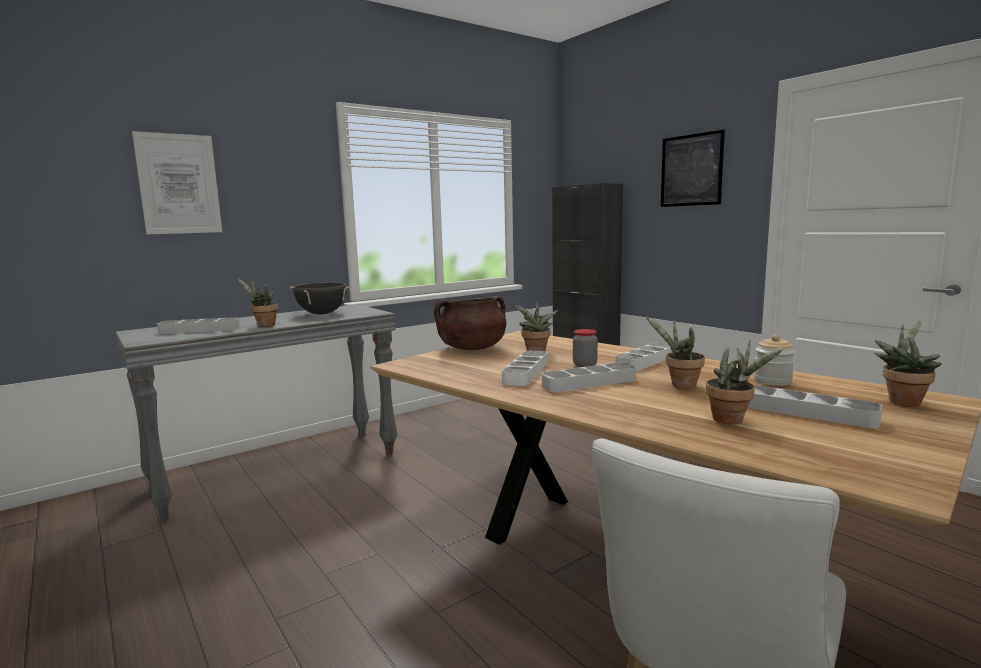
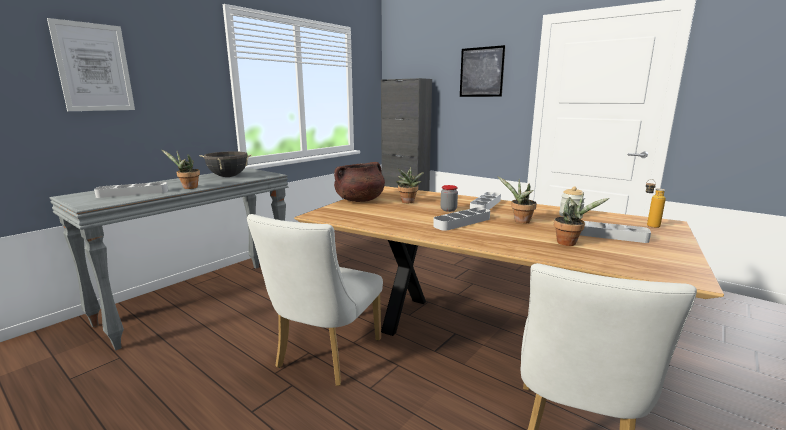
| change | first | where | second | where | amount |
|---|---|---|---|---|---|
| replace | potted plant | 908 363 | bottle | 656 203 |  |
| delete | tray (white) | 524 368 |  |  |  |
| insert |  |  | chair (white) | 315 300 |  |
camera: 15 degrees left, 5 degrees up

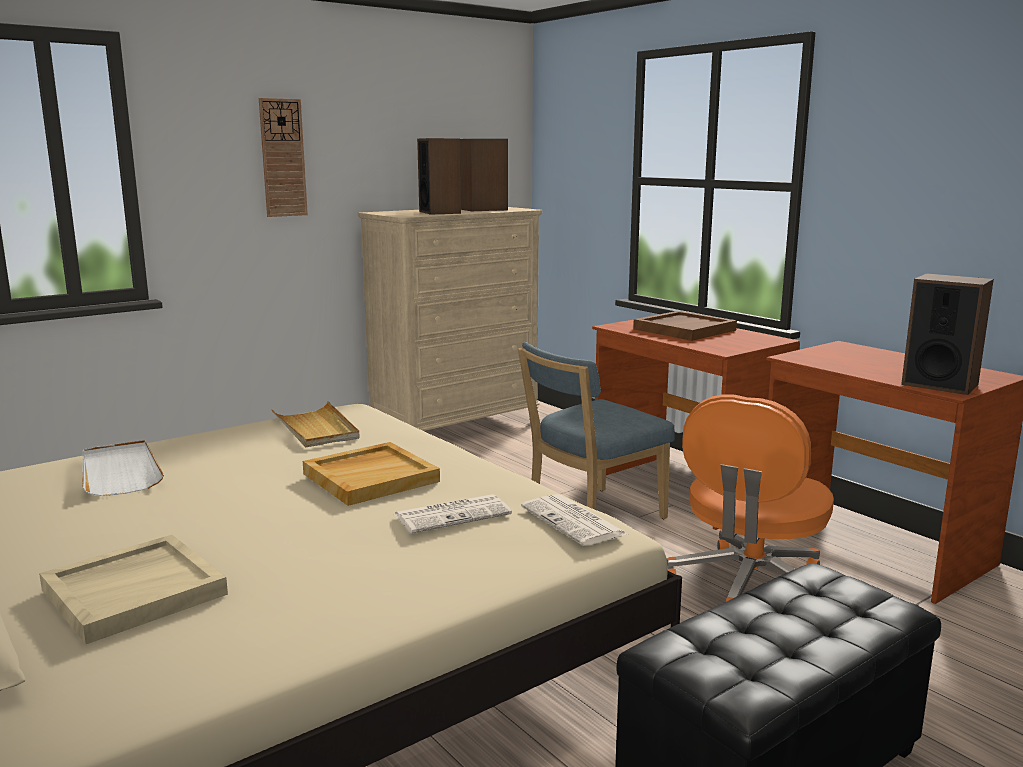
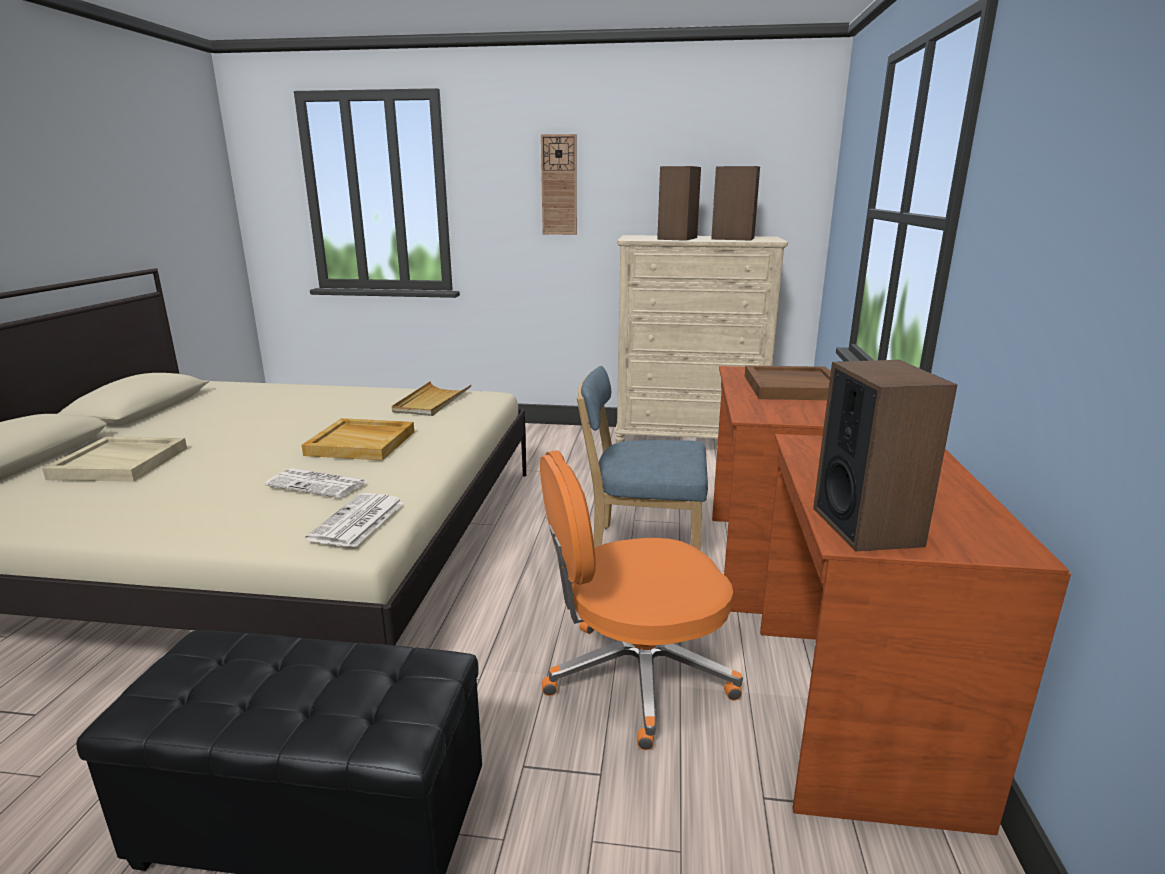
| change | first | where | second | where | amount |
|---|---|---|---|---|---|
| delete | tray (white) | 123 468 |  |  |  |
camera: 45 degrees right, 5 degrees up

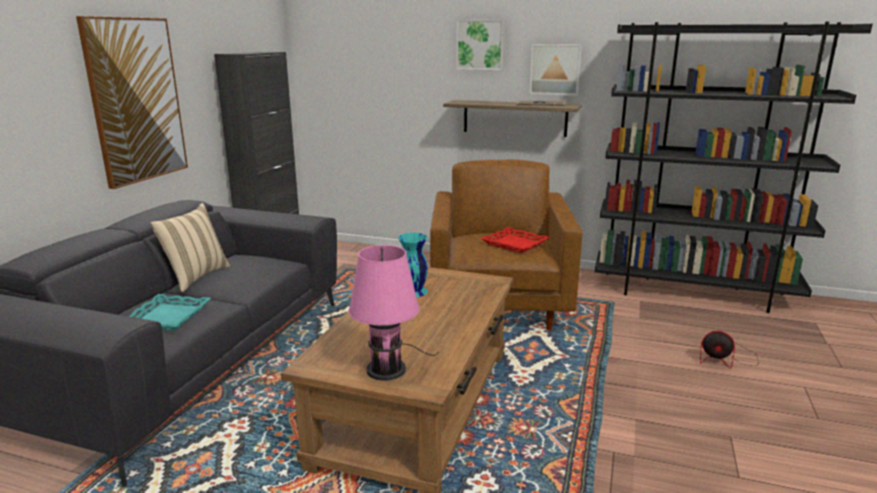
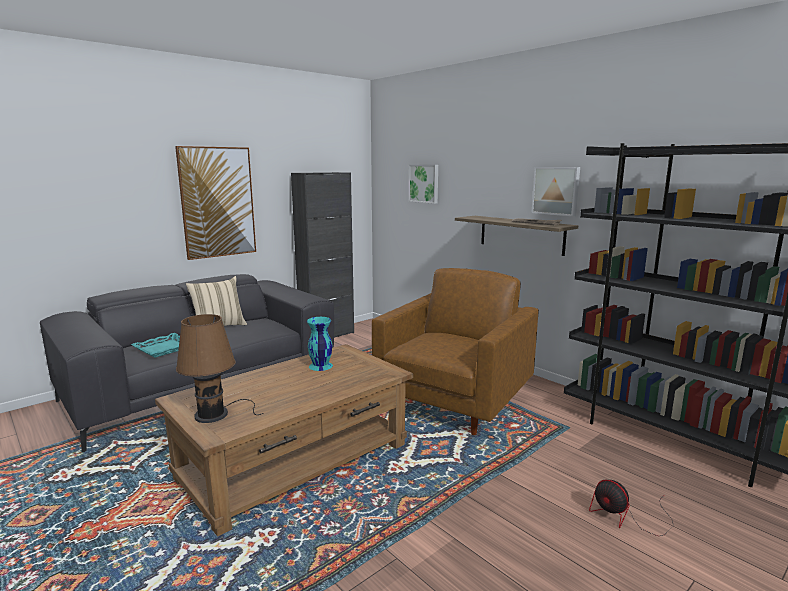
| change | first | where | second | where | amount |
|---|---|---|---|---|---|
| move | picture | 480 45 |  | 423 184 |  |
| delete | tray (red) | 515 240 |  |  |  |
| recolor | table lamp (pink) | 394 313 | table lamp (brown) | 220 368 |  |
camera: 30 degrees right, 5 degrees down

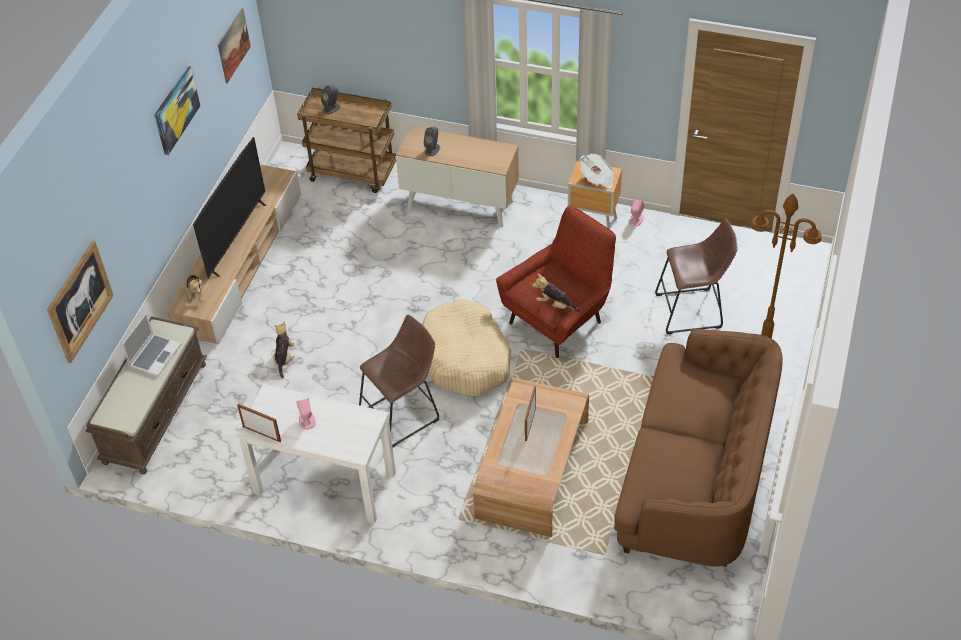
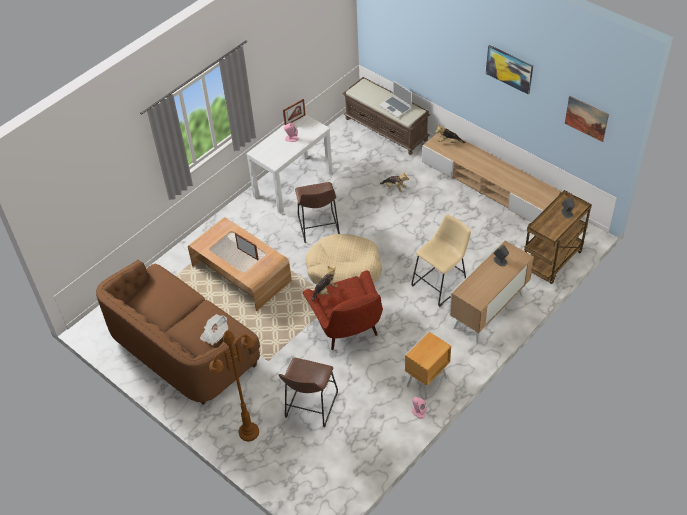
| change | first | where | second | where | amount |
|---|---|---|---|---|---|
| delete | television | 229 208 |  |  |  |
| move | newspaper | 597 171 |  | 214 330 |  |
| delete | picture | 80 302 |  |  |  |
| insert |  |  | stool (beige) | 441 260 |  |
camera: 115 degrees right, 0 degrees up

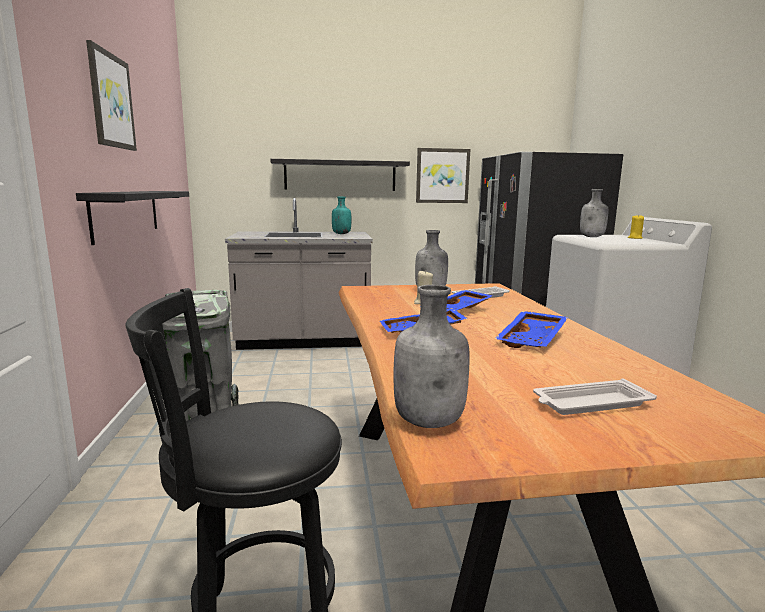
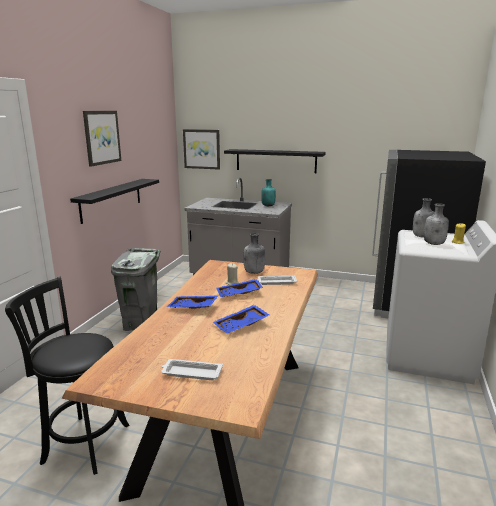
| change | first | where | second | where | amount |
|---|---|---|---|---|---|
| move | picture | 443 175 |  | 201 149 |  |
| move | bottle (grey) | 431 356 |  | 436 224 |  |
camera: 25 degrees right, 5 degrees up

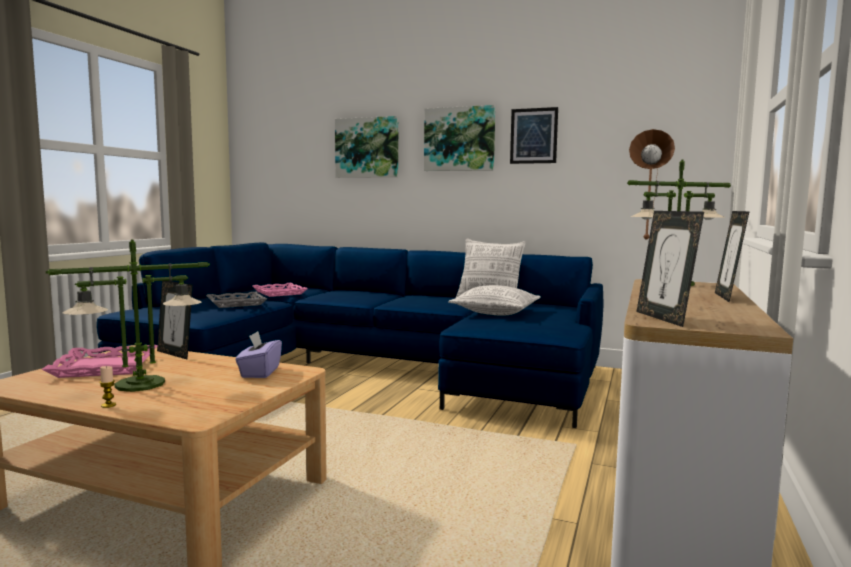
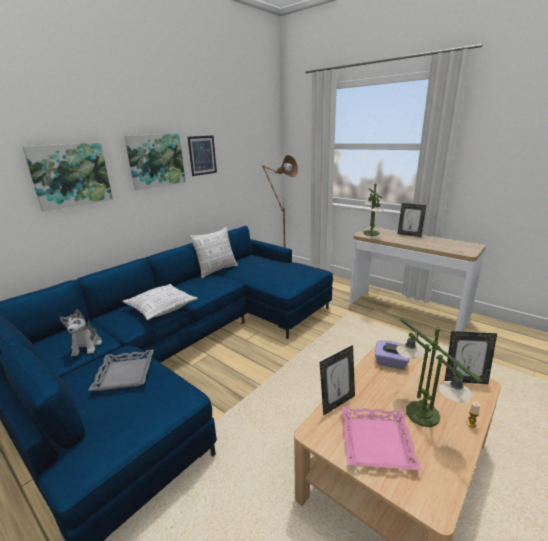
| change | first | where | second | where | amount |
|---|---|---|---|---|---|
| move | picture frame | 670 269 |  | 471 357 |  |
| replace | tray (pink) | 280 290 | plush toy | 80 333 |  |
| move | pillow | 495 300 |  | 160 302 |  |
camera: 70 degrees left, 15 degrees up

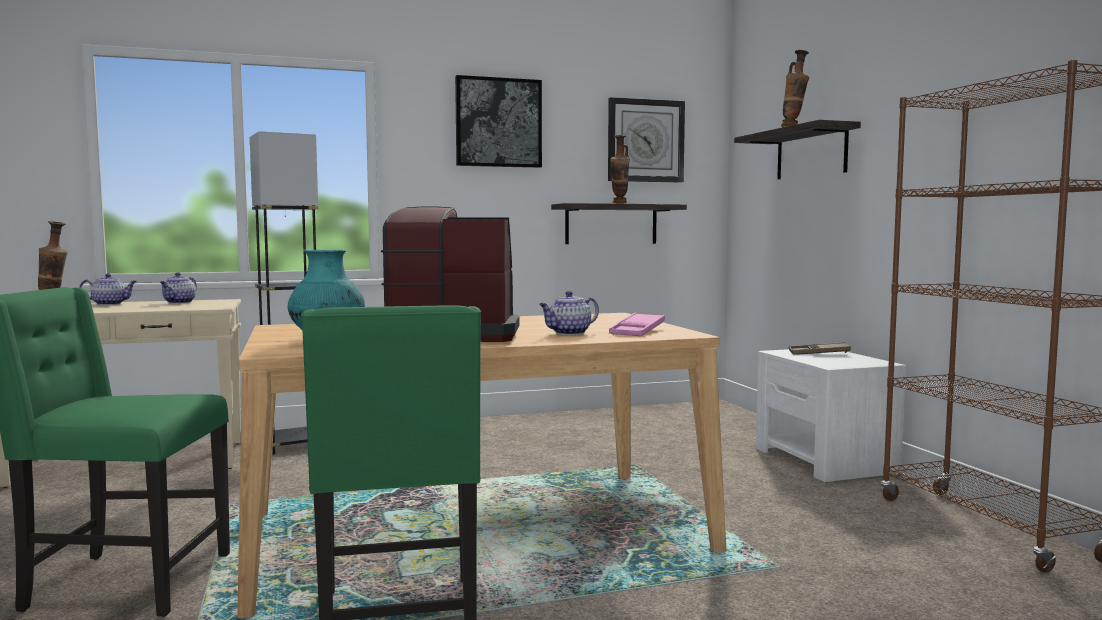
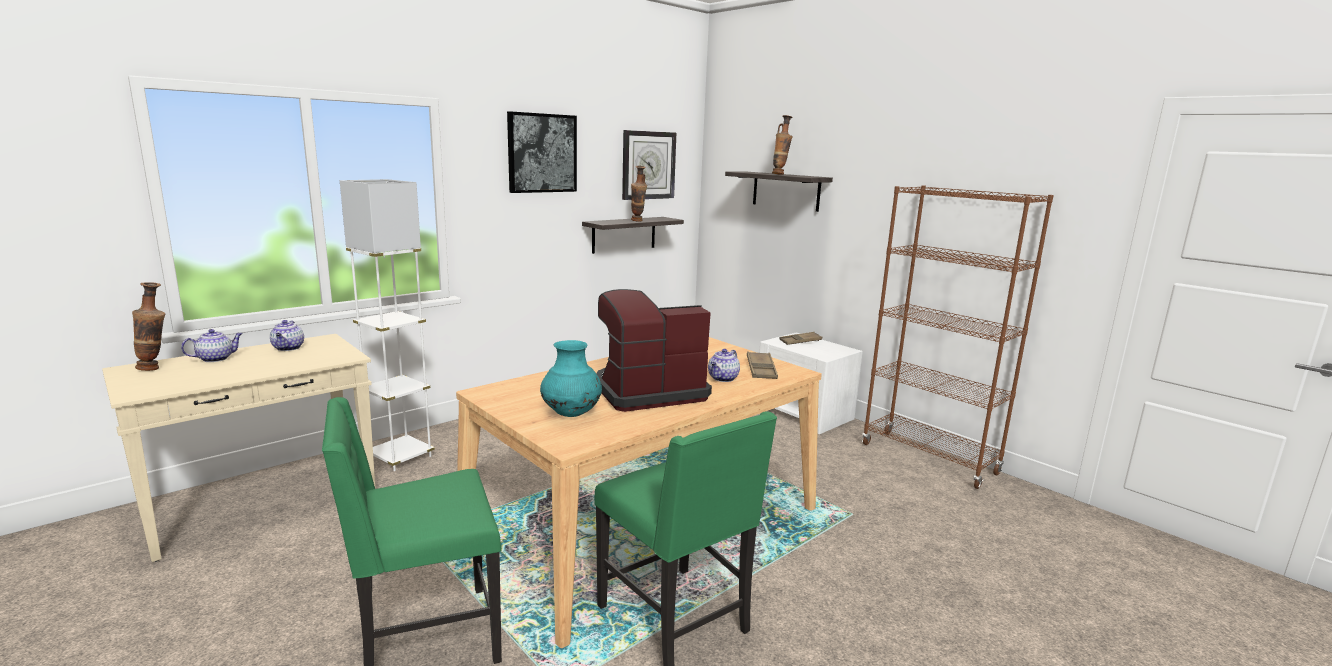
| change | first | where | second | where | amount |
|---|---|---|---|---|---|
| recolor | floor lamp (black) | 284 293 | floor lamp (white) | 387 325 |  |
| recolor | tray (pink) | 637 324 | tray (brown) | 762 365 |  |
camera: 25 degrees left, 10 degrees up

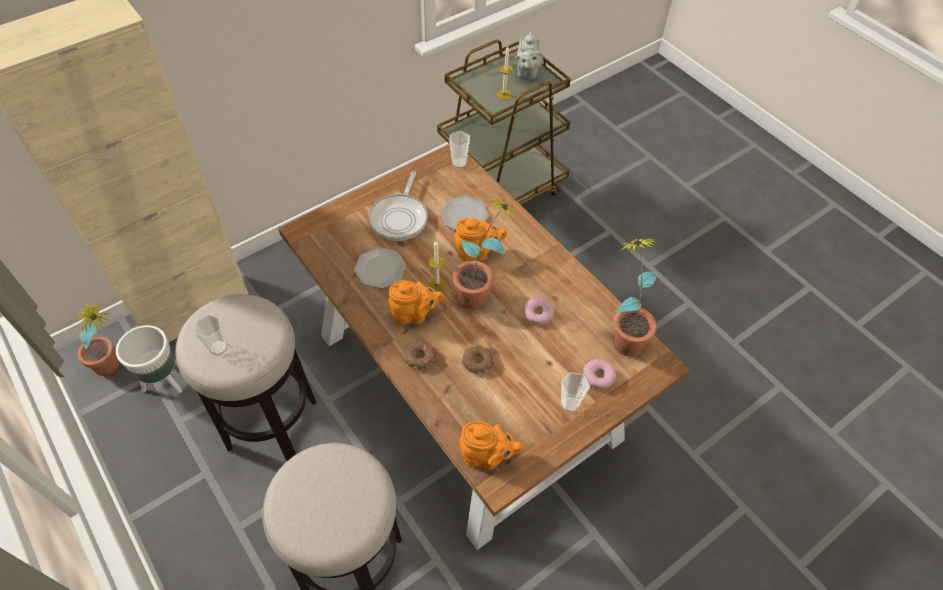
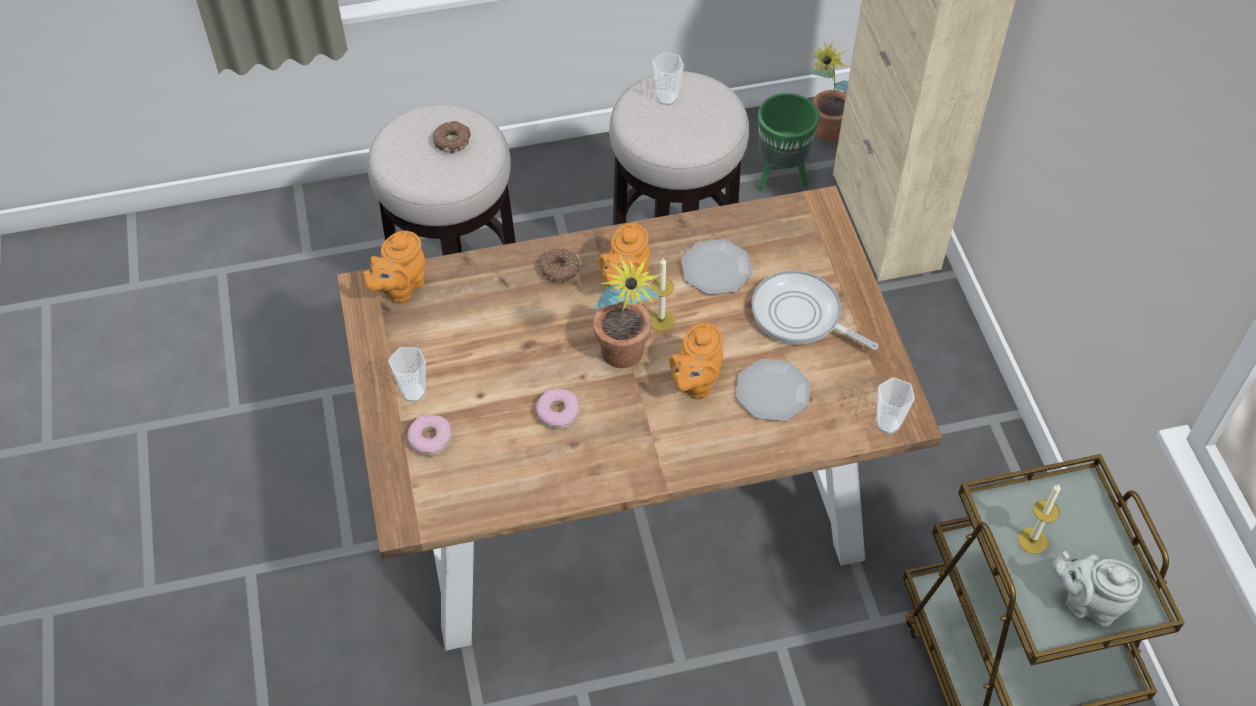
| change | first | where | second | where | amount |
|---|---|---|---|---|---|
| delete | potted plant | 636 297 |  |  |  |
| recolor | planter (white) | 149 359 | planter (green) | 788 142 |  |
| move | donut | 478 359 |  | 452 137 |  |
camera: 115 degrees right, 0 degrees up

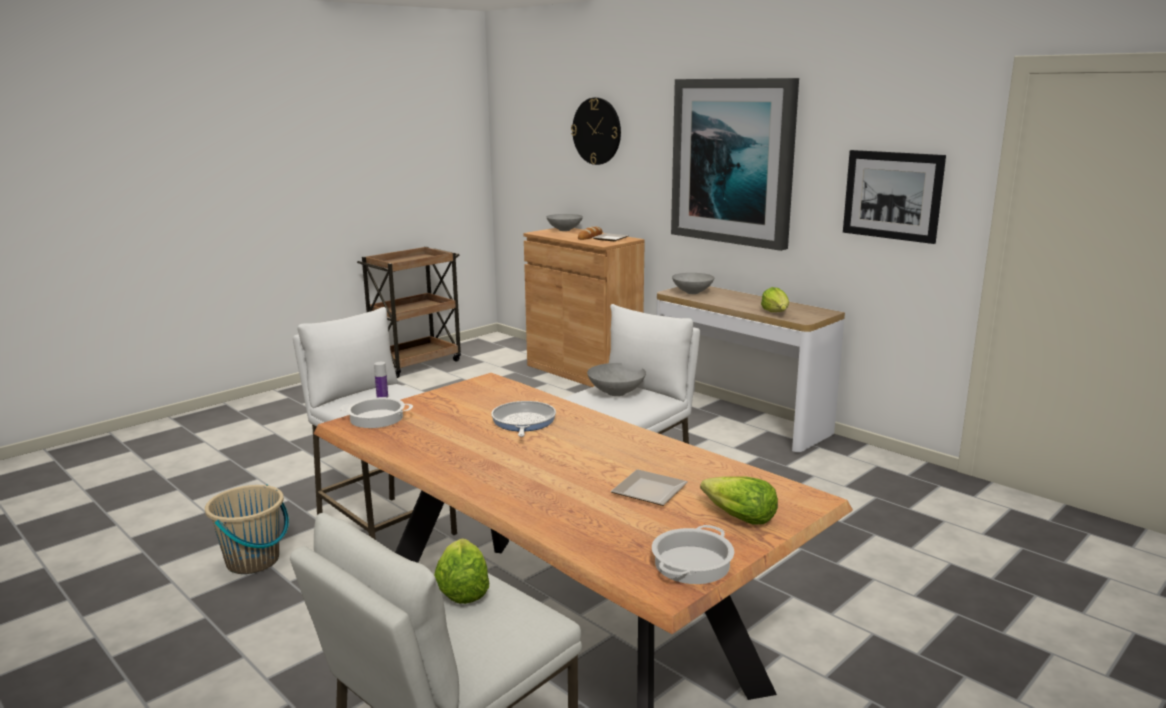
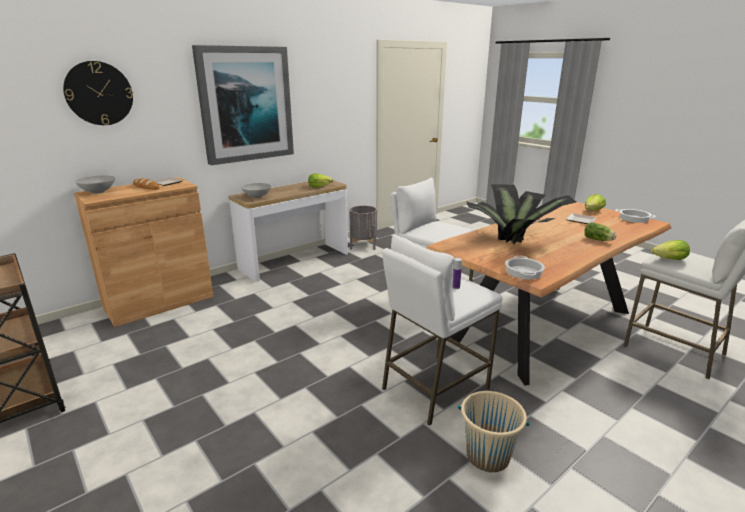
| change | first | where | second | where | amount |
|---|---|---|---|---|---|
| delete | picture | 894 197 |  |  |  |
| delete | bowl (grey) | 616 379 |  |  |  |
| replace | frying pan | 523 419 | potted plant | 521 214 |  |
| insert |  |  | planter (grey) | 363 227 |  |
| insert |  |  | lettuce | 600 231 |  |
camera: 85 degrees left, 5 degrees up

